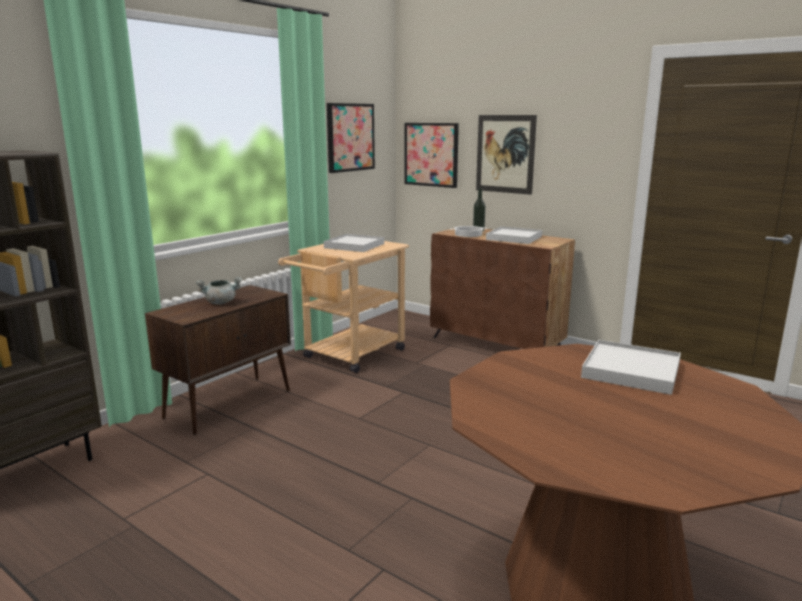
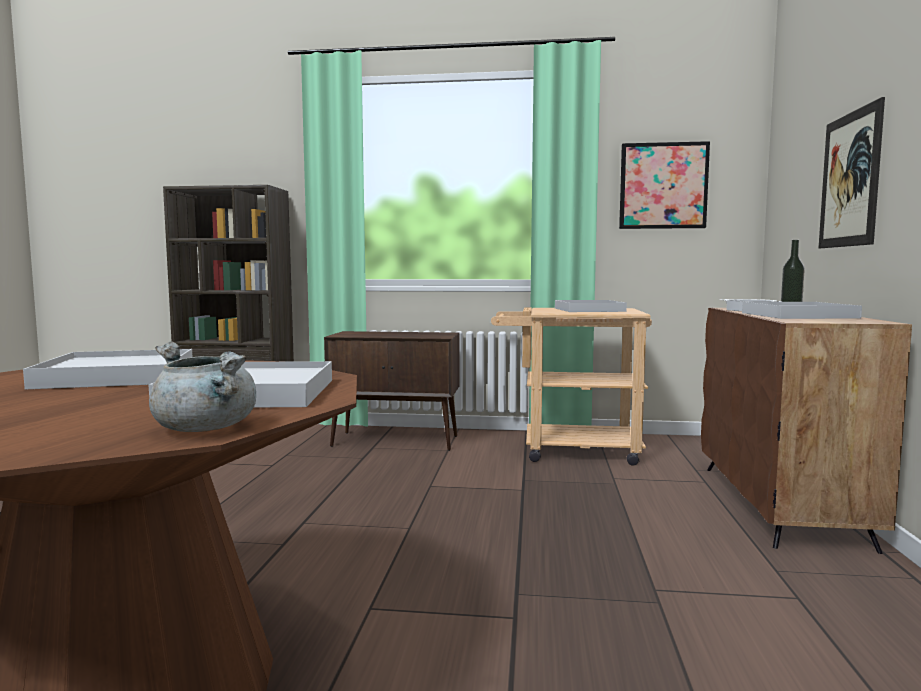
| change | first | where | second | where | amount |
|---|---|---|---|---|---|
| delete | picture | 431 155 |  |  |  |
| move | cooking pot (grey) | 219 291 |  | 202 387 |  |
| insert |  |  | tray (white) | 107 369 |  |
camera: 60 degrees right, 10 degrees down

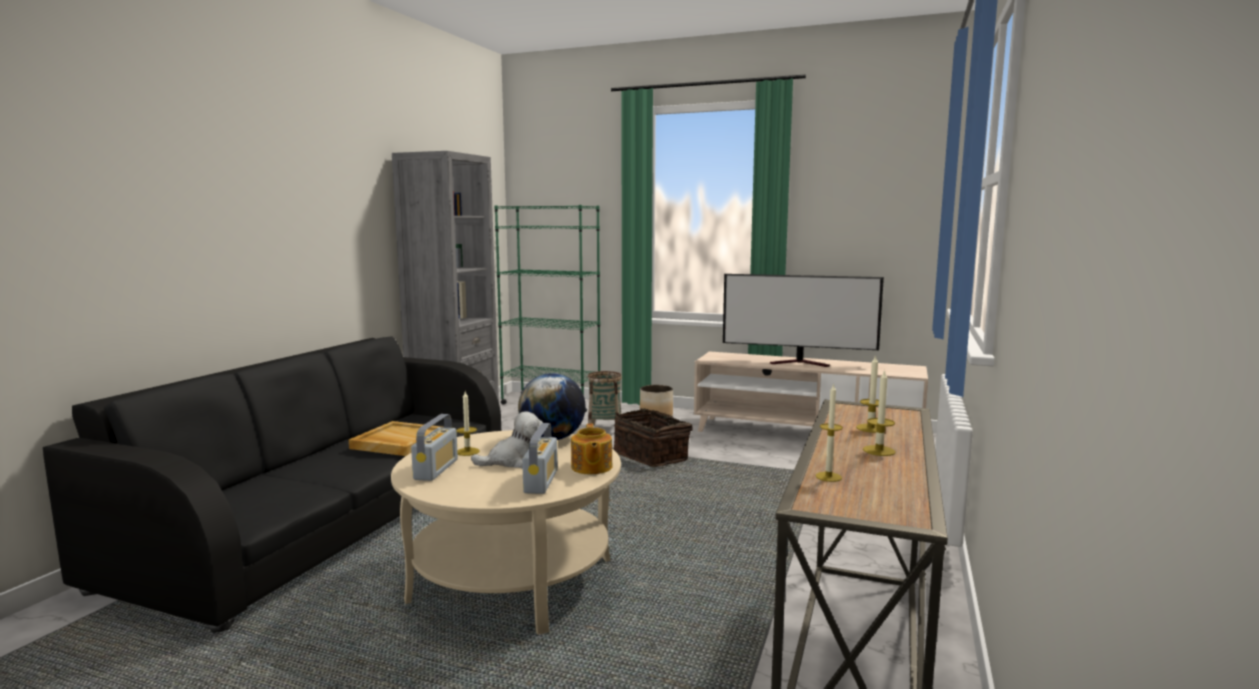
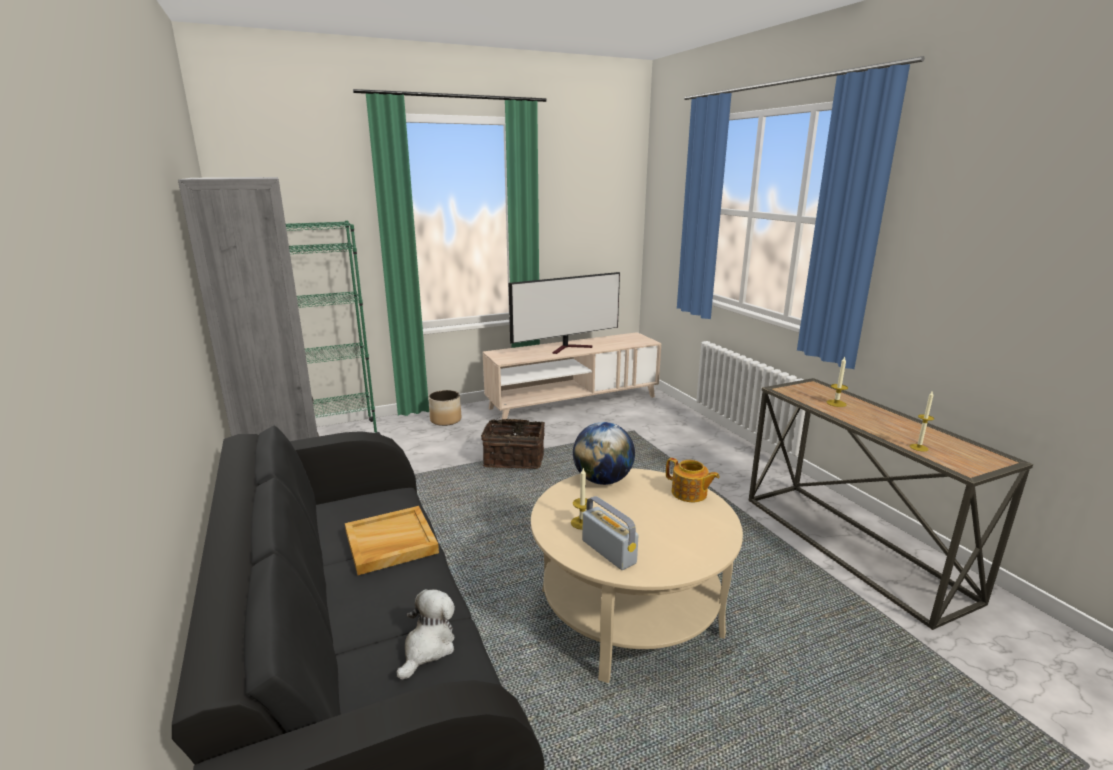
| change | first | where | second | where | amount |
|---|---|---|---|---|---|
| delete | candle | 879 412 |  |  |  |
| delete | basket | 605 398 |  |  |  |
| move | plush toy | 507 440 |  | 426 634 |  |
| delete | radio | 540 458 |  |  |  |
camera: 45 degrees left, 10 degrees up

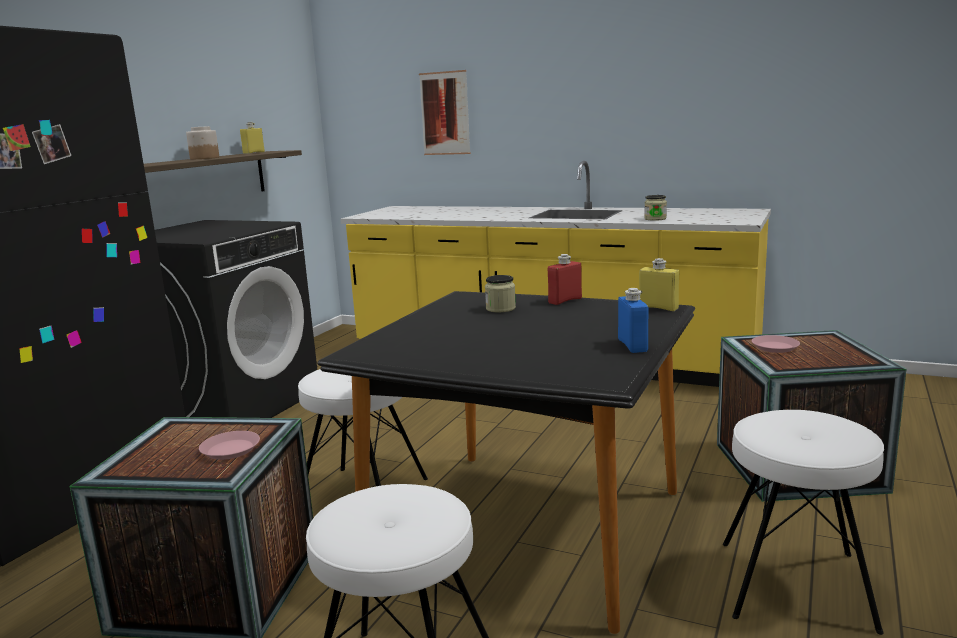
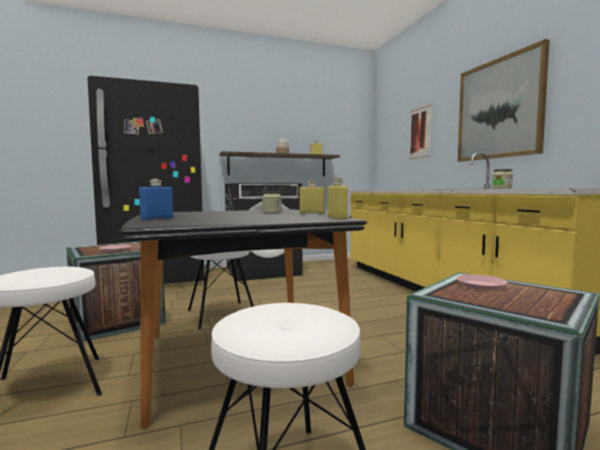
| change | first | where | second | where | amount |
|---|---|---|---|---|---|
| recolor | bottle (red) | 565 279 | bottle (yellow) | 312 197 |  |
| move | bottle (blue) | 633 320 |  | 156 199 |  |
| insert |  |  | picture | 504 100 |  |
camera: 45 degrees right, 10 degrees down

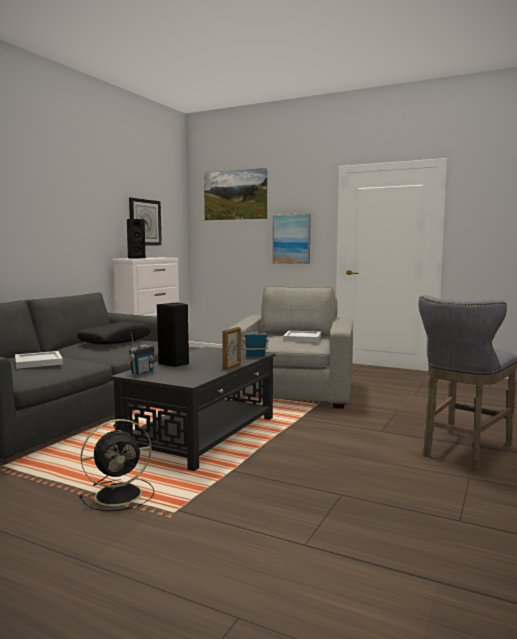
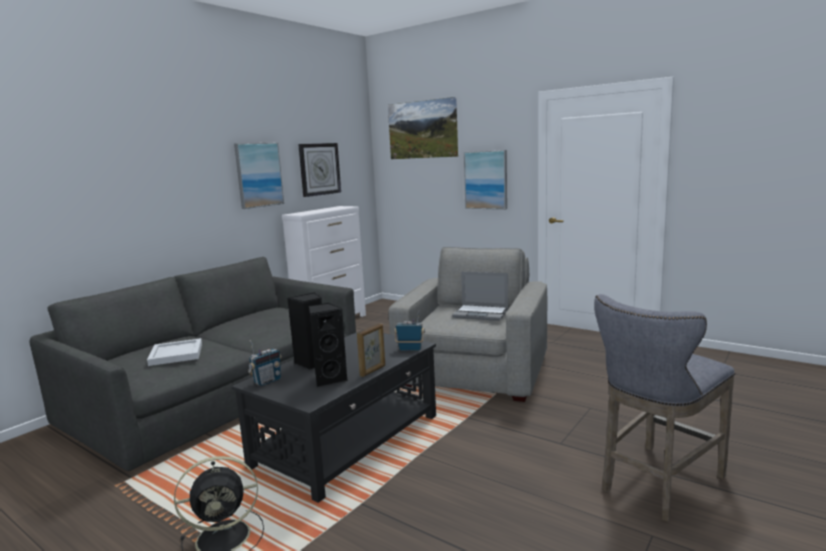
| change | first | where | second | where | amount |
|---|---|---|---|---|---|
| move | speaker (black) | 136 238 |  | 328 345 |  |
| delete | pillow (black) | 114 333 |  |  |  |
| replace | tray (white) | 302 336 | laptop | 480 296 |  |
| insert |  |  | picture | 259 176 |  |
camera: 10 degrees right, 5 degrees up

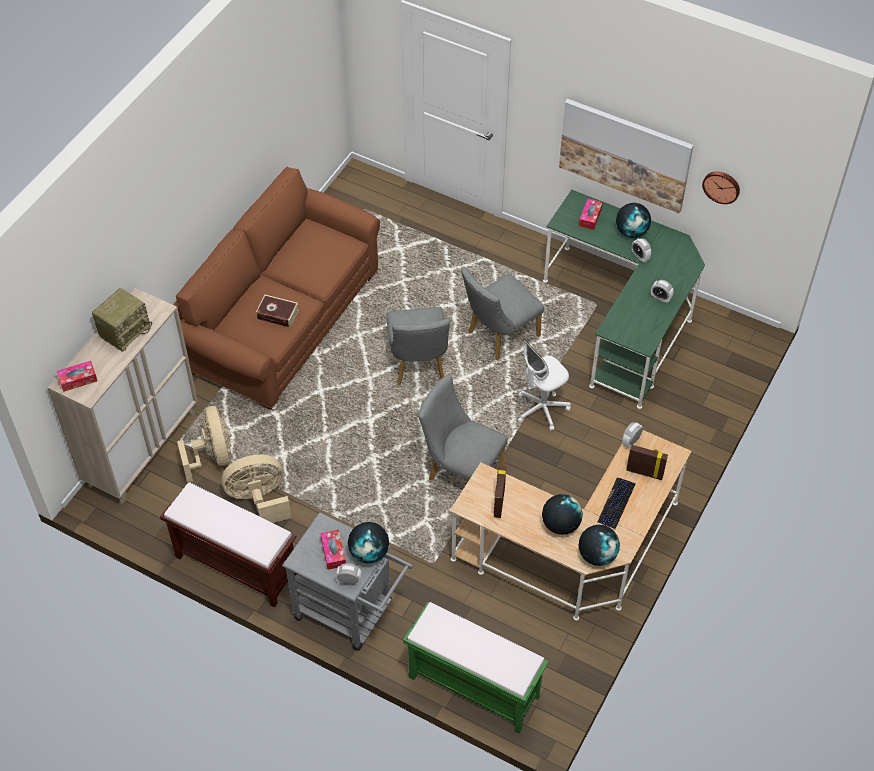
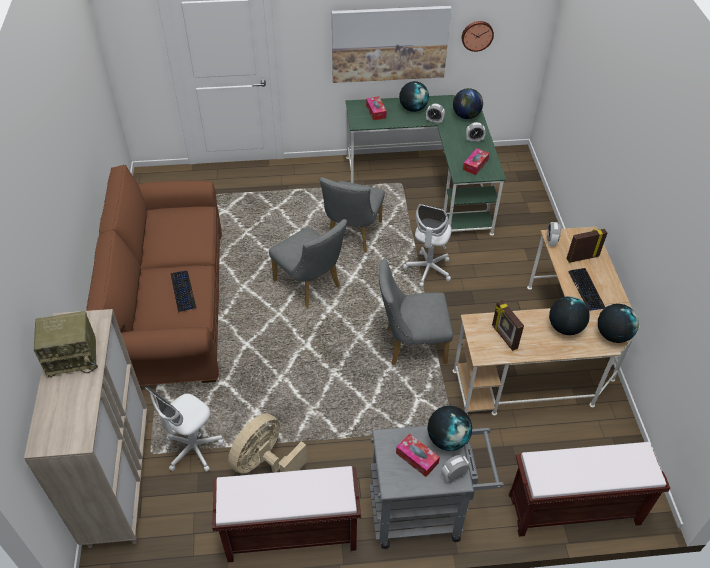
| change | first | where | second | where | amount |
|---|---|---|---|---|---|
| rotate | radio | 122 320 |  | 66 344 | 75 degrees clockwise |
| replace | book | 277 311 | keyboard | 183 291 |  |
| move | tissue box | 77 376 |  | 476 161 |  |
| replace | fan (beige) | 204 444 | office chair (white) | 185 429 |  |
| recolor | bench (green) | 476 667 | bench (brown) | 589 489 |  |
| insert |  |  | globe | 468 103 |  |
camera: 35 degrees left, 5 degrees down

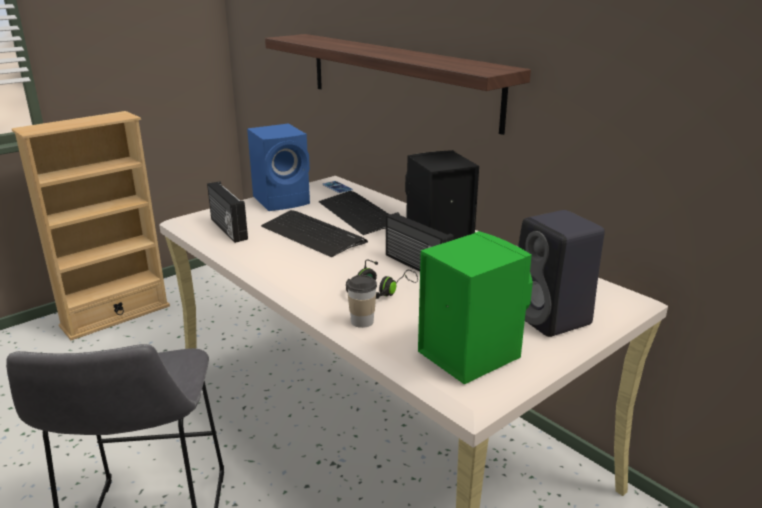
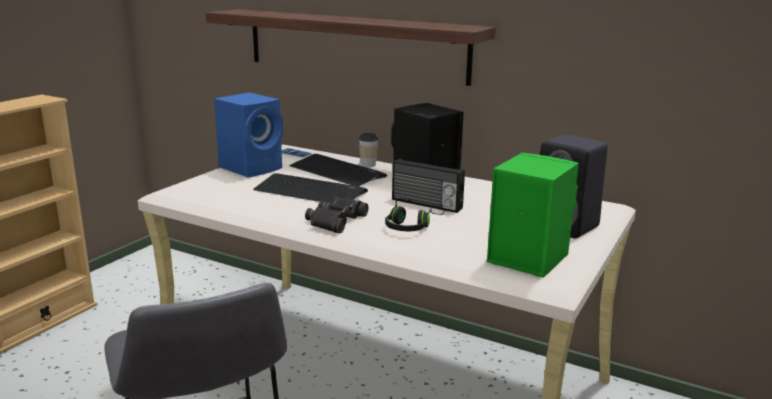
| change | first | where | second | where | amount |
|---|---|---|---|---|---|
| delete | radio | 227 212 |  |  |  |
| move | cup | 362 301 |  | 368 150 |  |
| insert |  |  | binoculars (black) | 337 214 |  |
camera: 20 degrees left, 5 degrees down

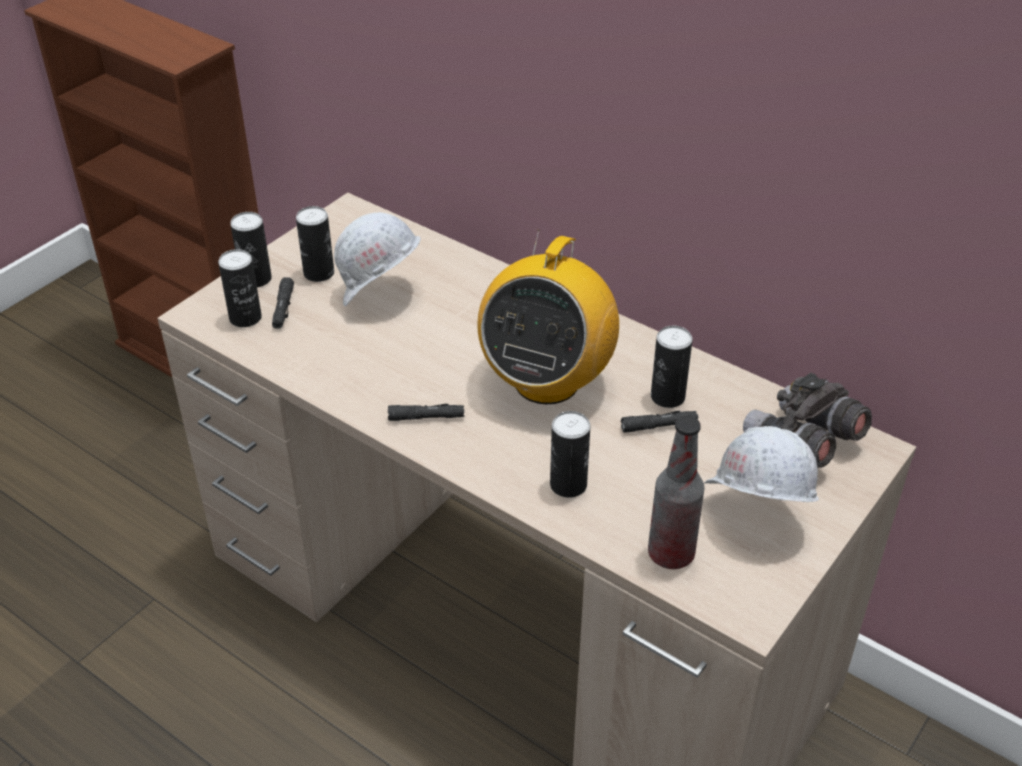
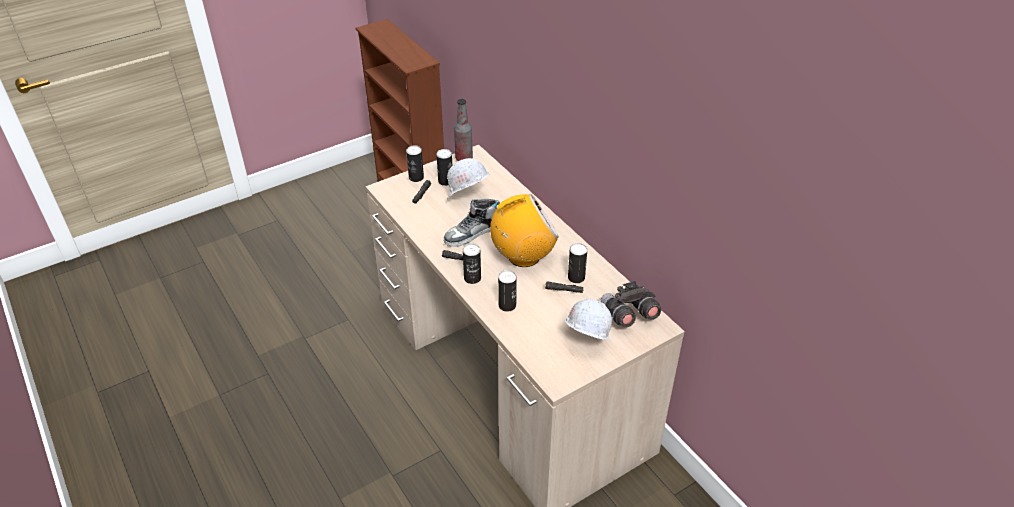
| change | first | where | second | where | amount |
|---|---|---|---|---|---|
| rotate | radio | 548 317 |  | 524 230 | 150 degrees counterclockwise |
| move | can | 240 288 |  | 472 264 |  |
| move | bottle | 676 492 |  | 463 130 |  |
| insert |  |  | shoe | 471 223 |  |
camera: 20 degrees right, 0 degrees up

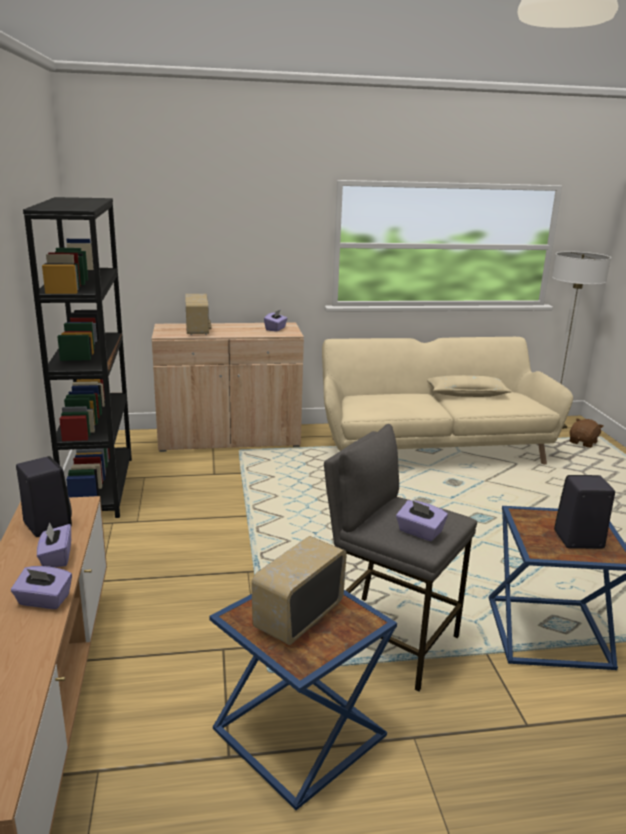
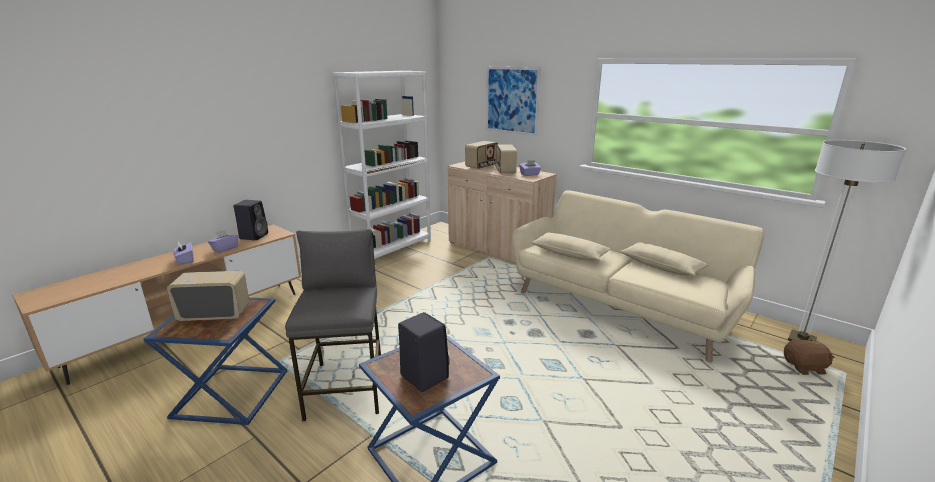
| change | first | where | second | where | amount |
|---|---|---|---|---|---|
| recolor | bookcase (black) | 77 357 | bookcase (white) | 381 165 |  |
| delete | tissue box (purple) | 422 520 |  |  |  |
| insert |  |  | picture | 513 101 |  |
| insert |  |  | radio | 506 159 |  |
| insert |  |  | pillow (beige) | 570 246 |  |
camera: 50 degrees right, 0 degrees up

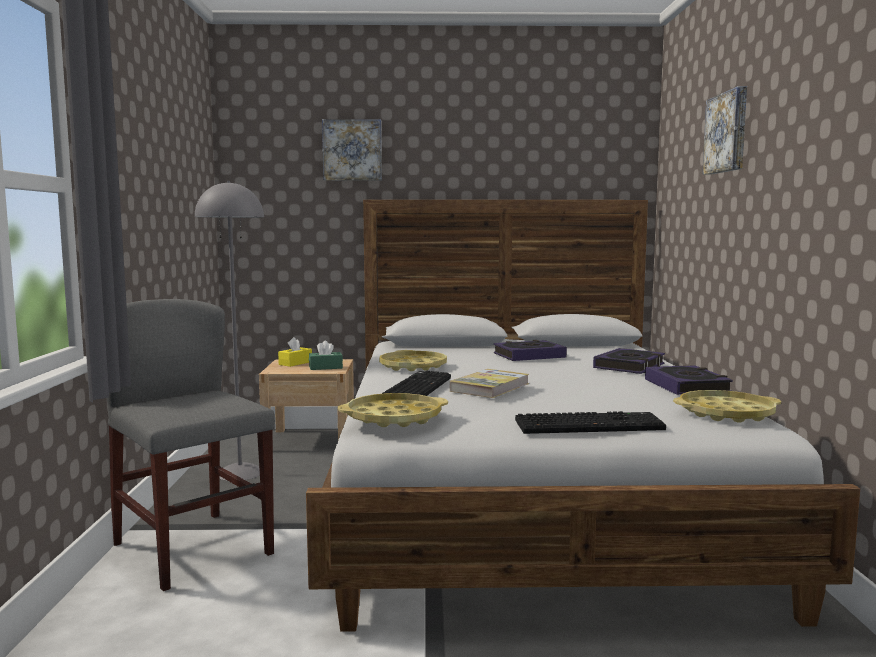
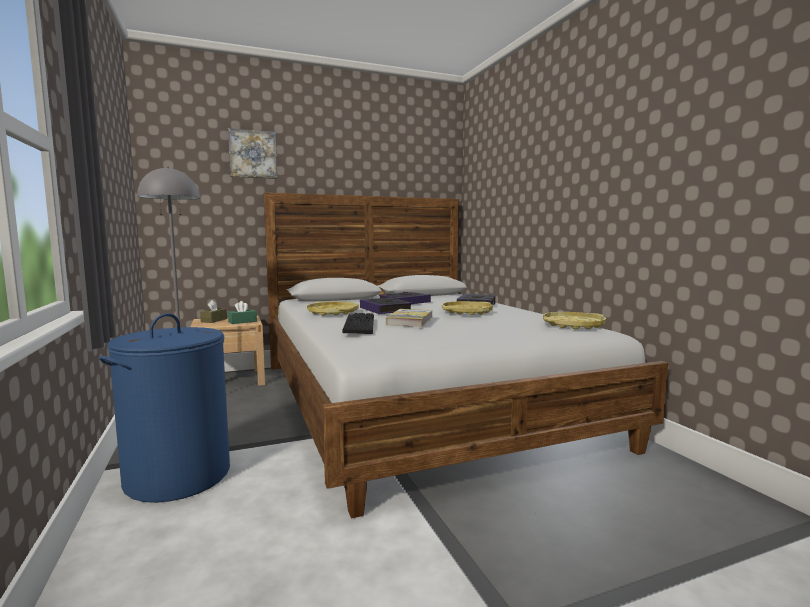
| change | first | where | second | where | amount |
|---|---|---|---|---|---|
| delete | picture | 724 130 |  |  |  |
| replace | chair (grey) | 191 445 | laundry basket (blue) | 164 408 |  |
| recolor | tissue box (yellow) | 295 352 | tissue box (brown) | 213 311 |  |
| move | book | 689 380 |  | 386 306 |  |
| move | tray (yellow) | 393 410 |  | 467 308 |  |
| delete | keyboard | 590 422 |  |  |  |
camera: 20 degrees left, 0 degrees up

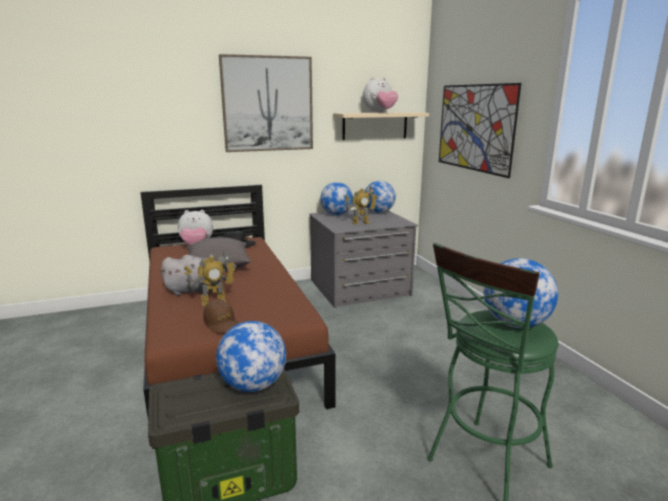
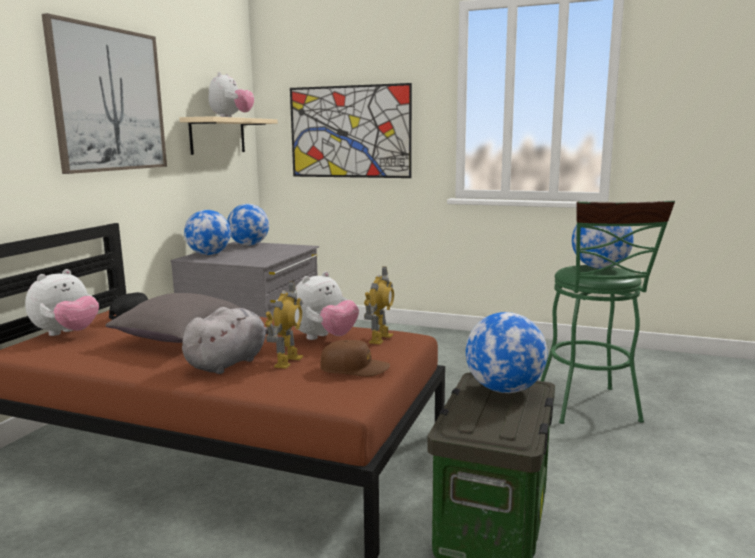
| change | first | where | second | where | amount |
|---|---|---|---|---|---|
| move | toy robot | 361 204 |  | 379 305 |  |
| insert |  |  | plush toy | 327 305 |  |
camera: 50 degrees left, 5 degrees down

